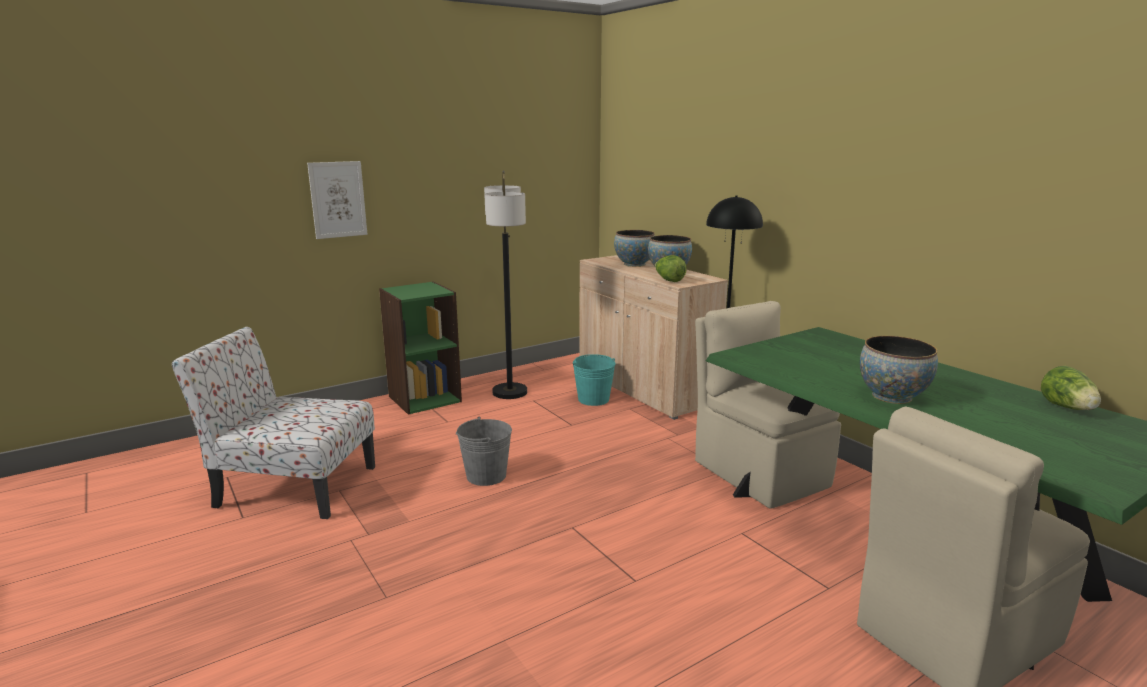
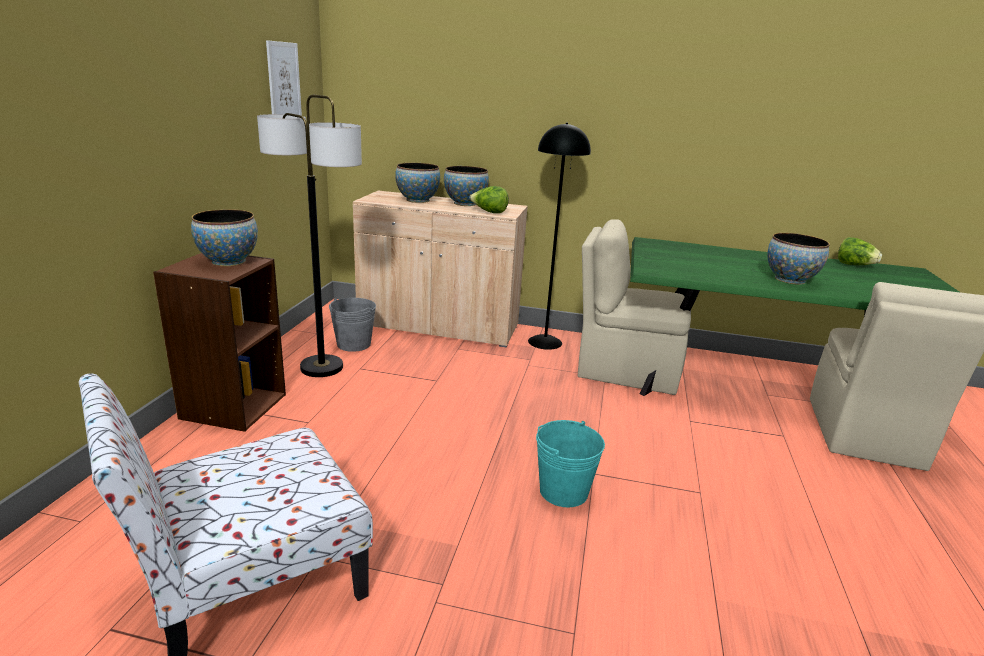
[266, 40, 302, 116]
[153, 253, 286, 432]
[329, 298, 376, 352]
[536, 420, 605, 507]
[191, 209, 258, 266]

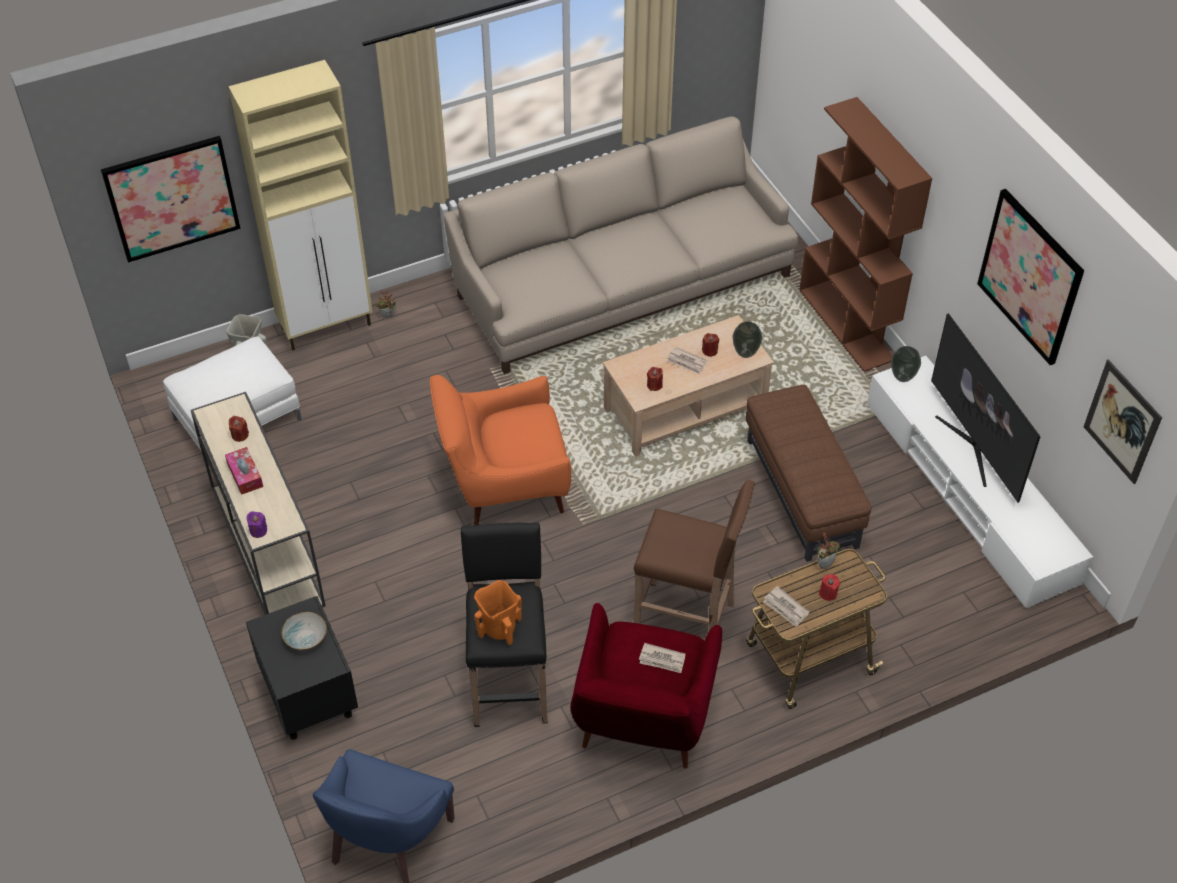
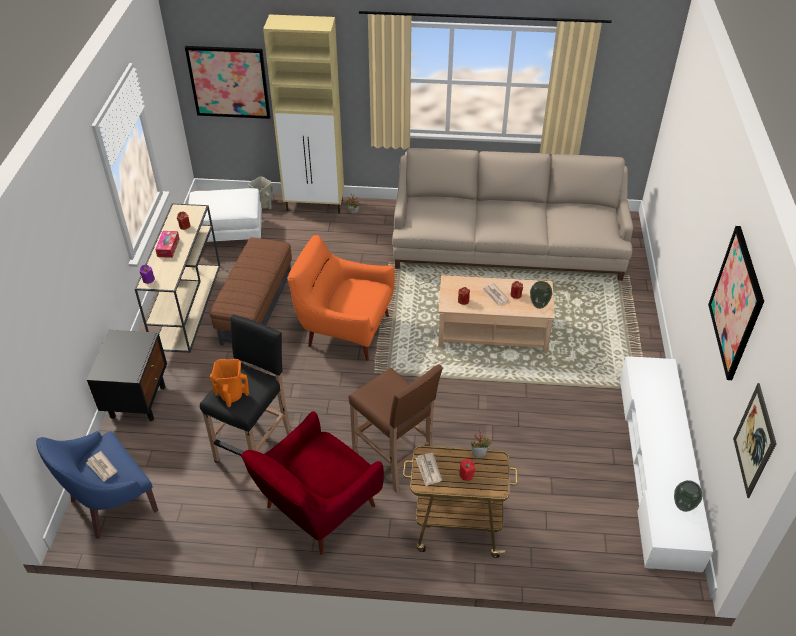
[282, 612, 327, 650] (first image)
[86, 451, 117, 482]
[210, 238, 292, 346]
[799, 97, 932, 372] (first image)
[674, 480, 702, 512]
[931, 314, 1040, 503] (first image)

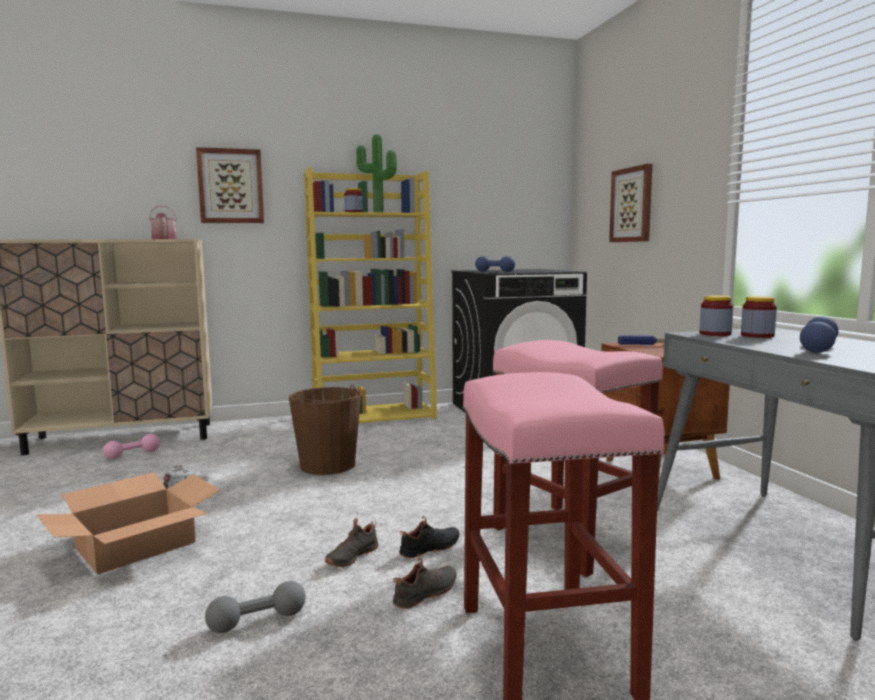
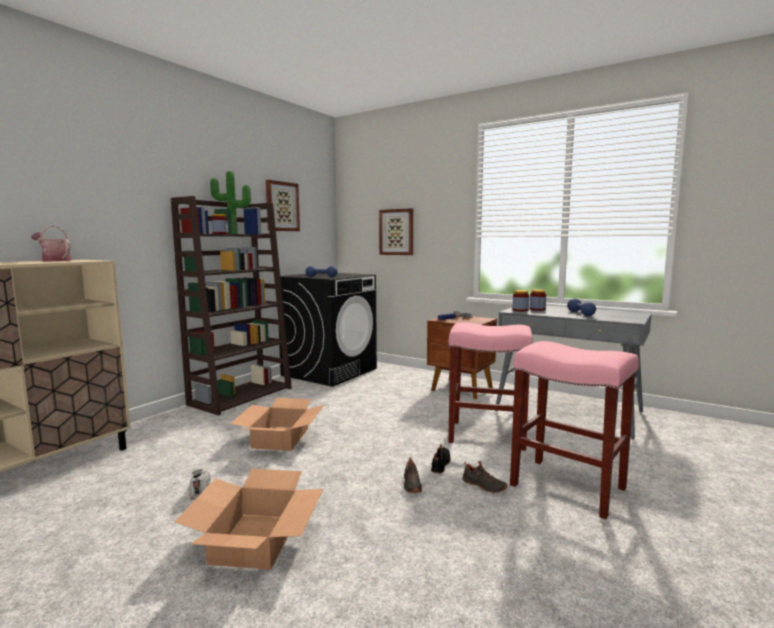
[103, 434, 160, 460] (first image)
[266, 180, 300, 231]
[205, 581, 306, 633] (first image)
[230, 398, 324, 451]
[171, 196, 292, 416]
[463, 461, 508, 493]

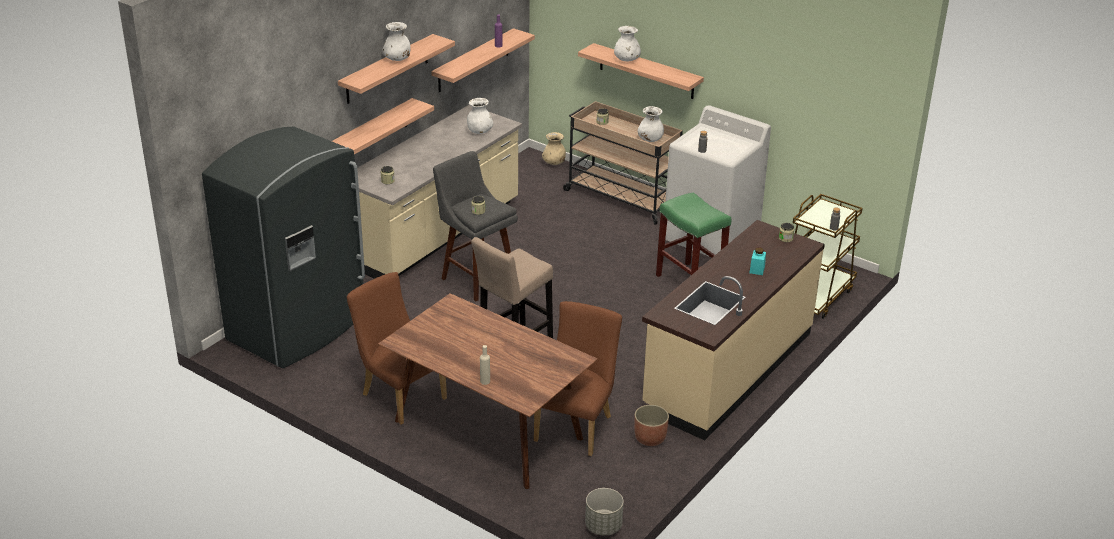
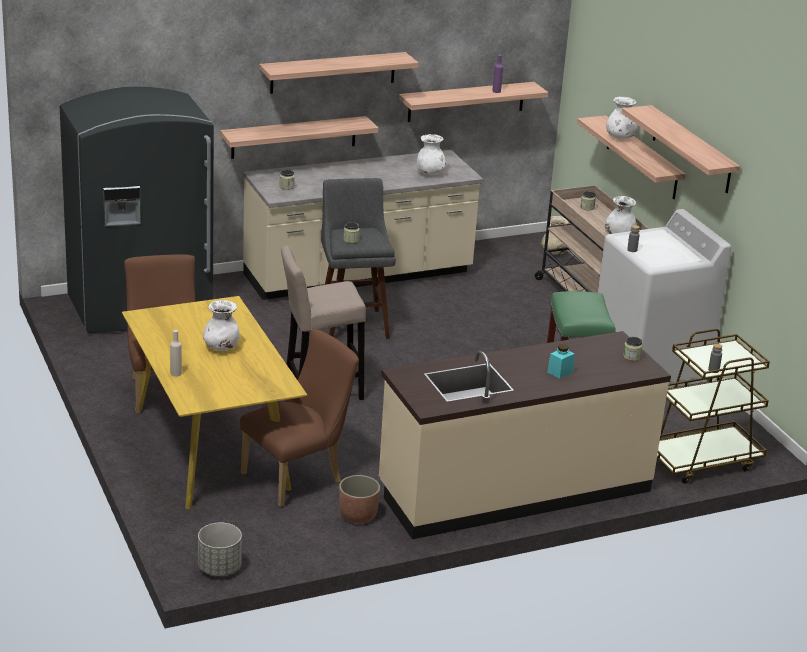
[122, 296, 307, 509]
[203, 300, 239, 351]
[622, 105, 740, 193]

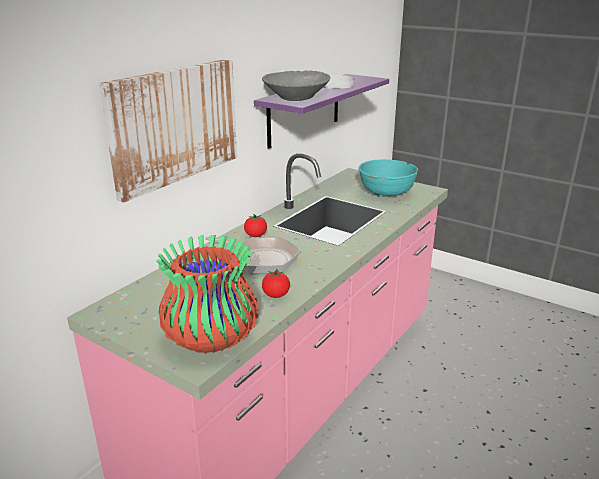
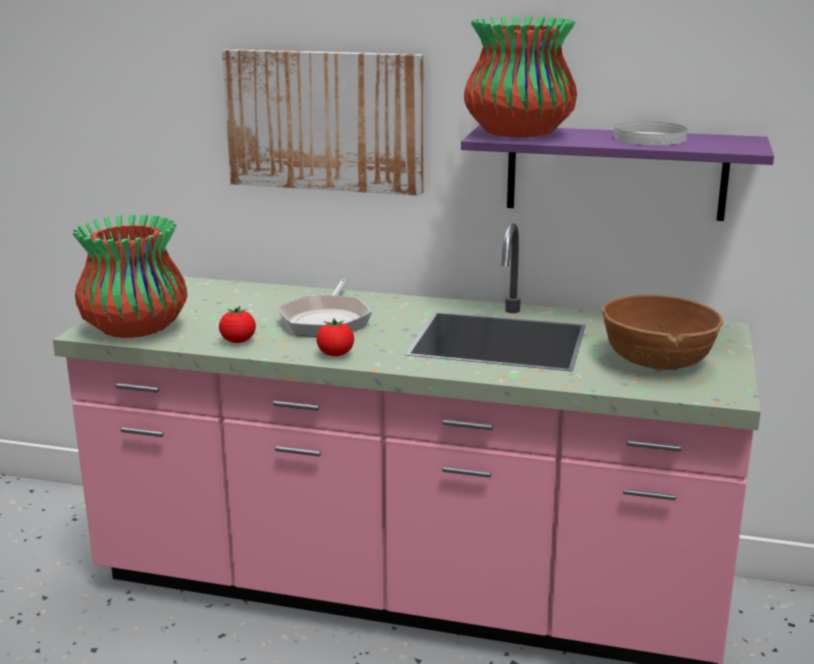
[316, 319, 354, 356]
[464, 17, 577, 137]
[601, 295, 723, 371]

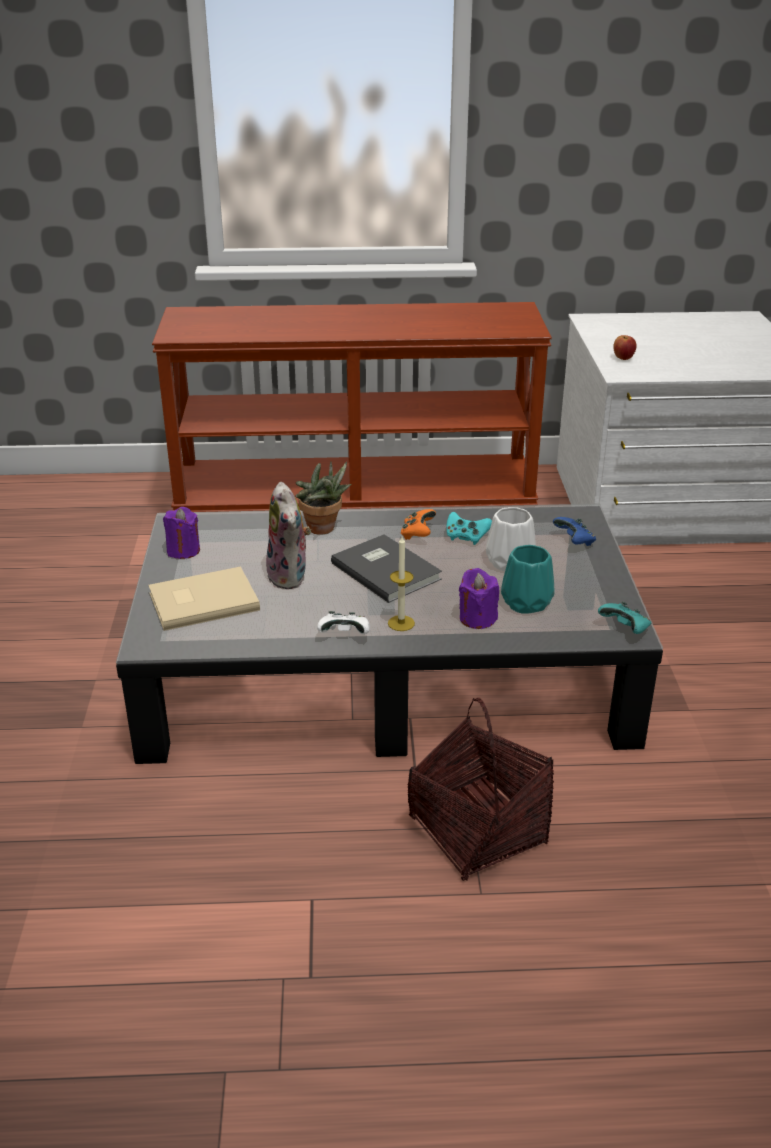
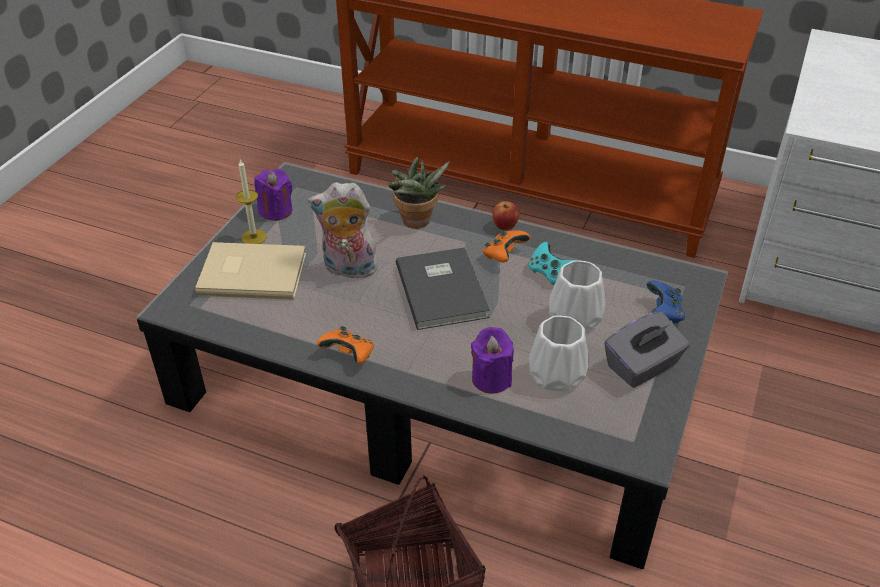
[308, 182, 383, 282]
[317, 326, 374, 364]
[236, 158, 267, 244]
[529, 315, 589, 392]
[598, 601, 651, 634] (first image)
[492, 201, 519, 230]
[604, 311, 690, 388]

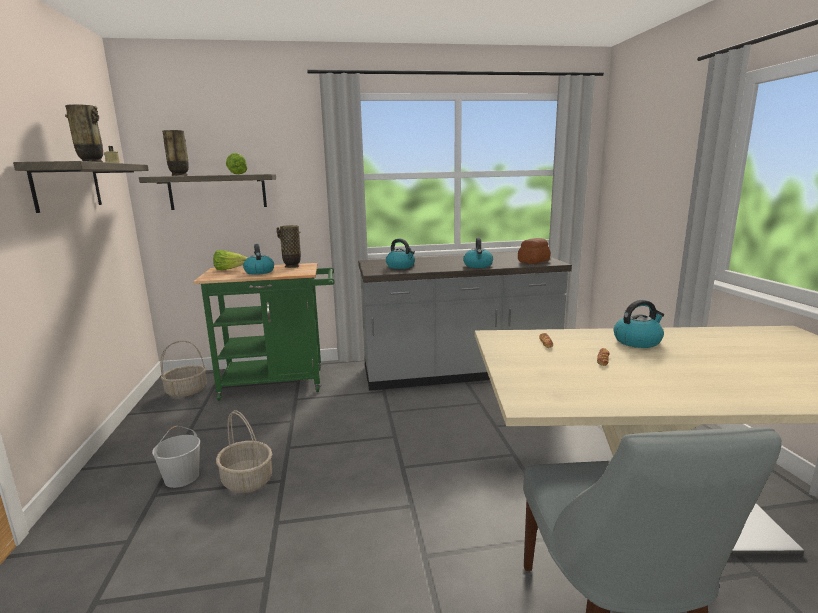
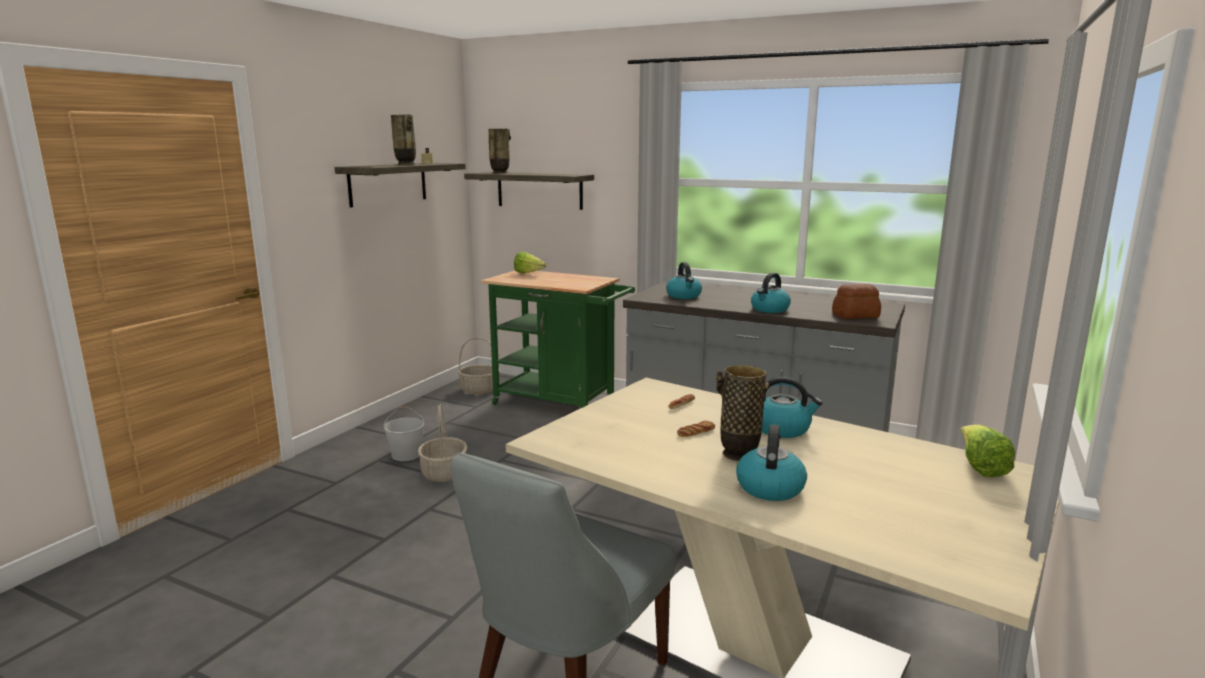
[960, 424, 1015, 478]
[736, 424, 807, 501]
[715, 365, 769, 461]

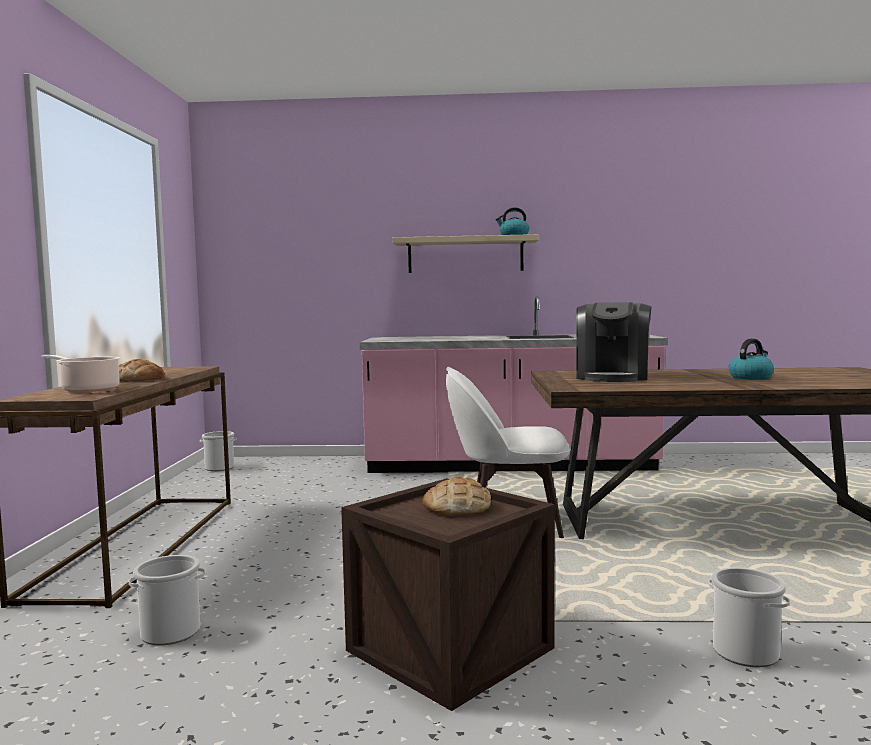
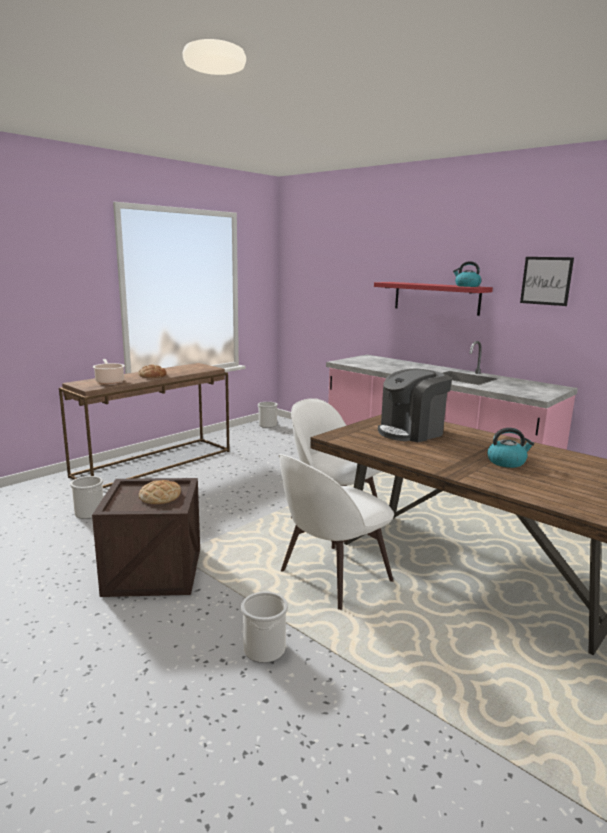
[374, 282, 493, 316]
[279, 454, 394, 610]
[520, 257, 574, 306]

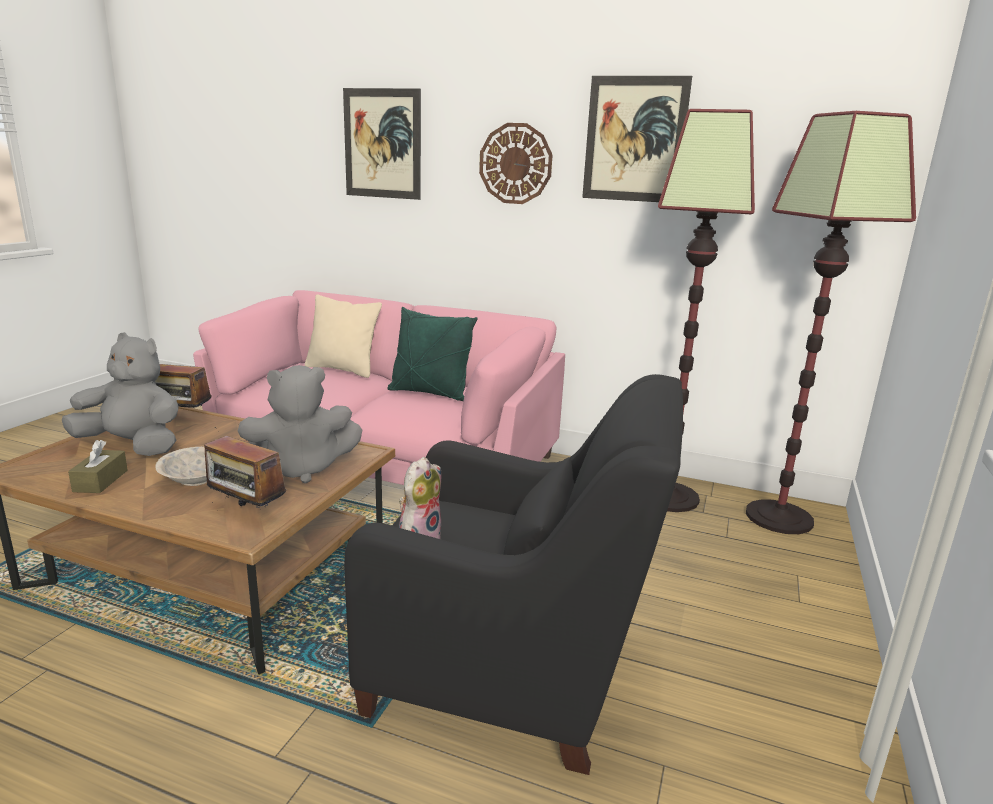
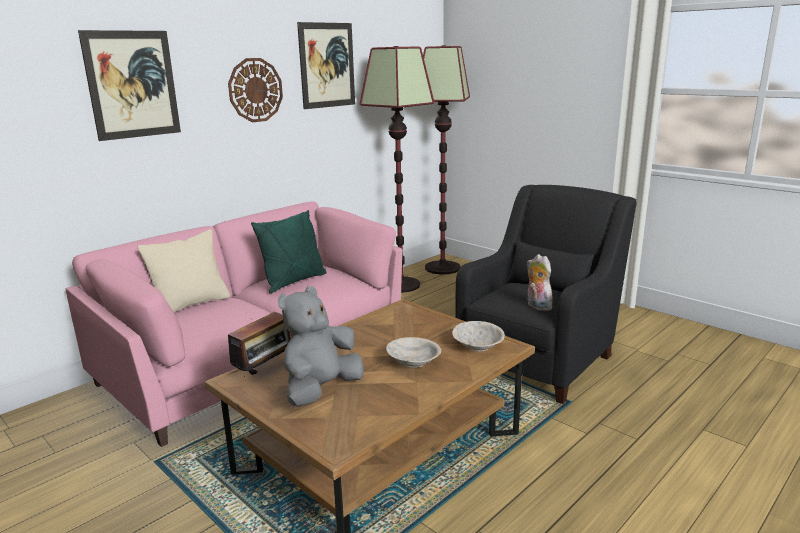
[68, 440, 128, 493] (first image)
[452, 321, 505, 352]
[238, 365, 362, 484] (first image)

